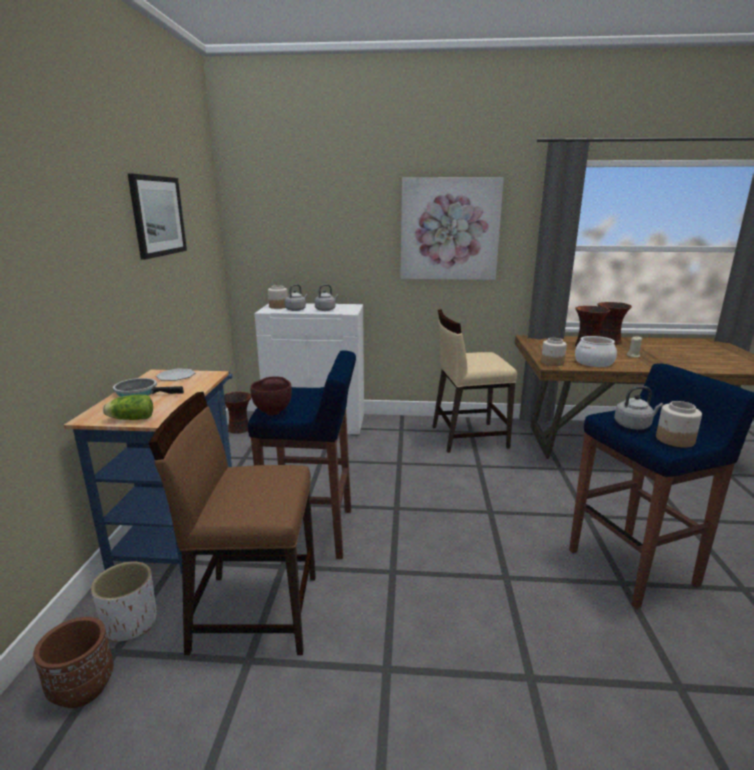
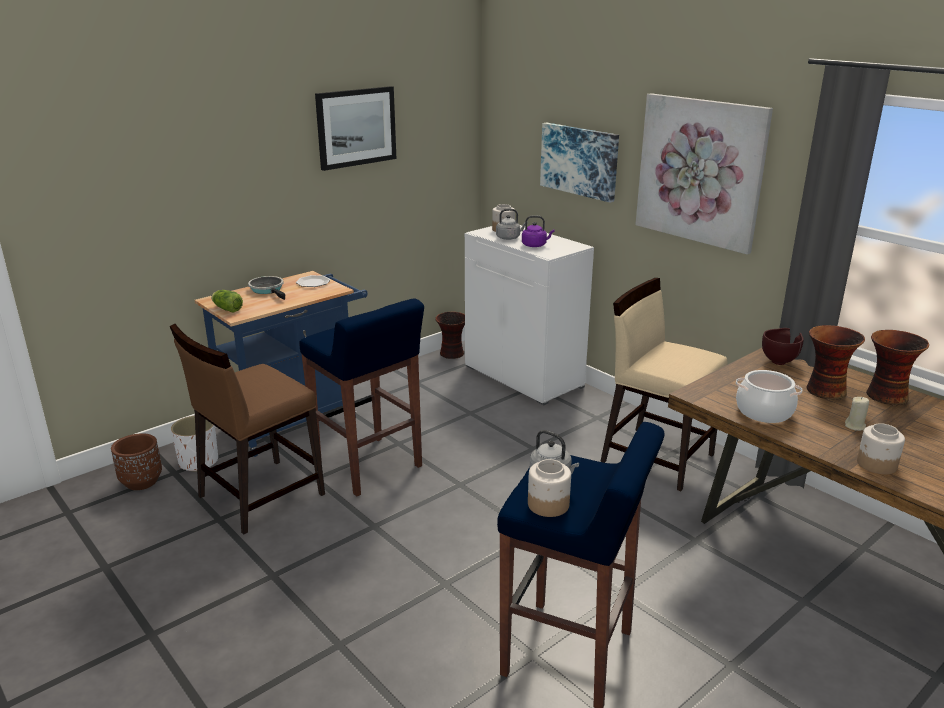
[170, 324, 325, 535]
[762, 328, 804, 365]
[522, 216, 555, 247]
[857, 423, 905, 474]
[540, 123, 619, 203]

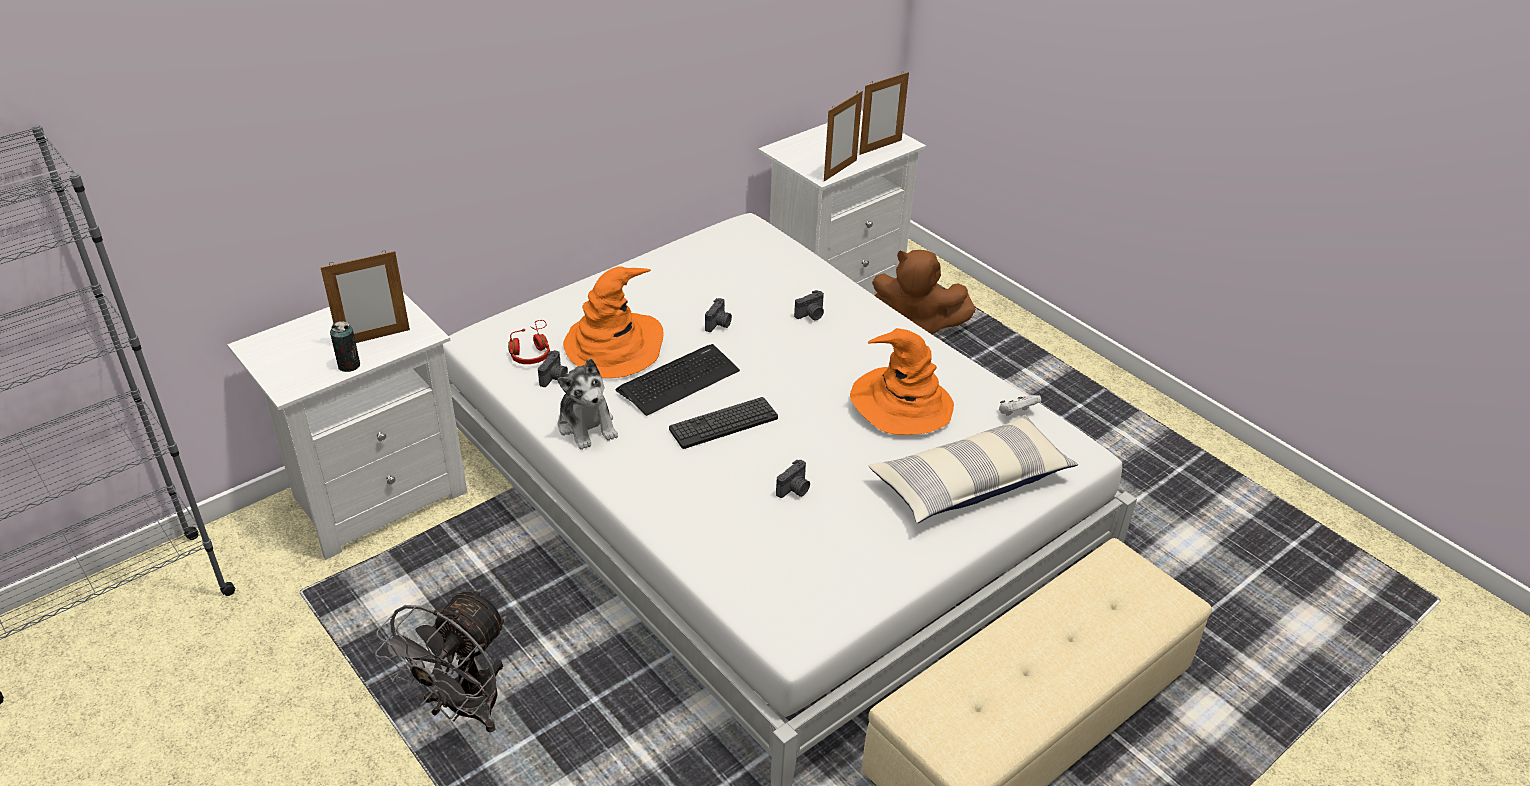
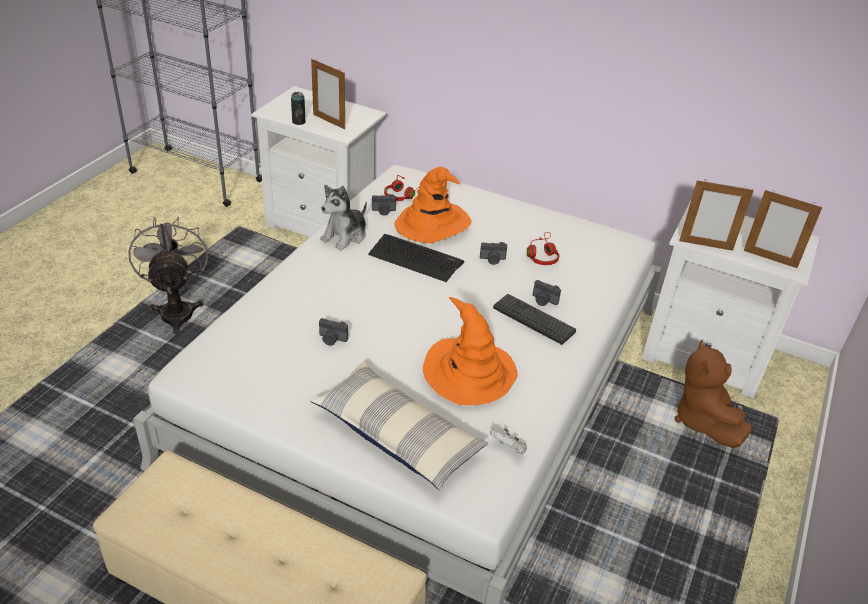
[128, 217, 208, 335]
[493, 294, 576, 345]
[527, 232, 560, 265]

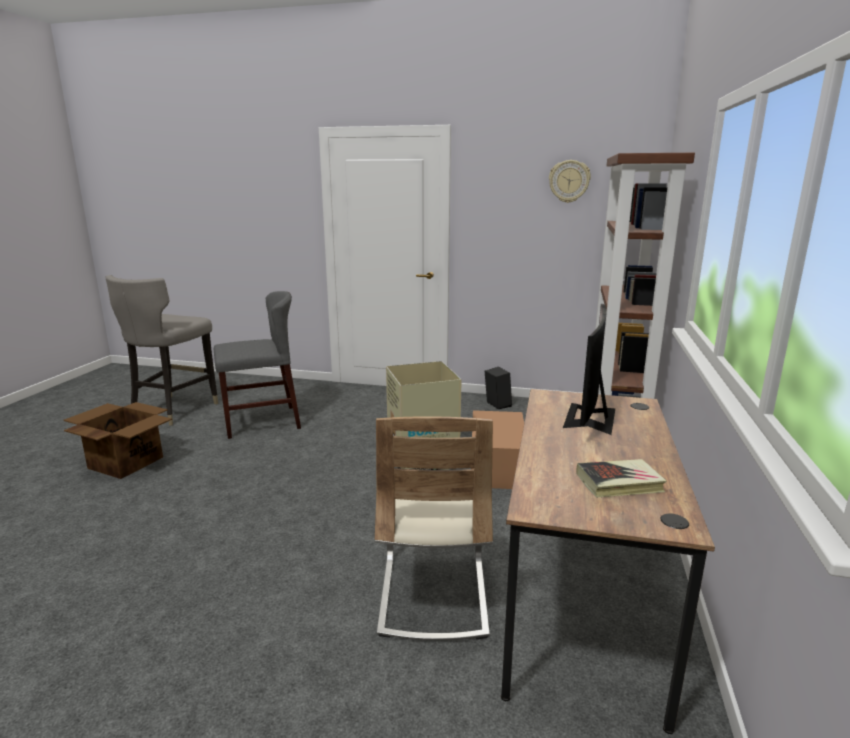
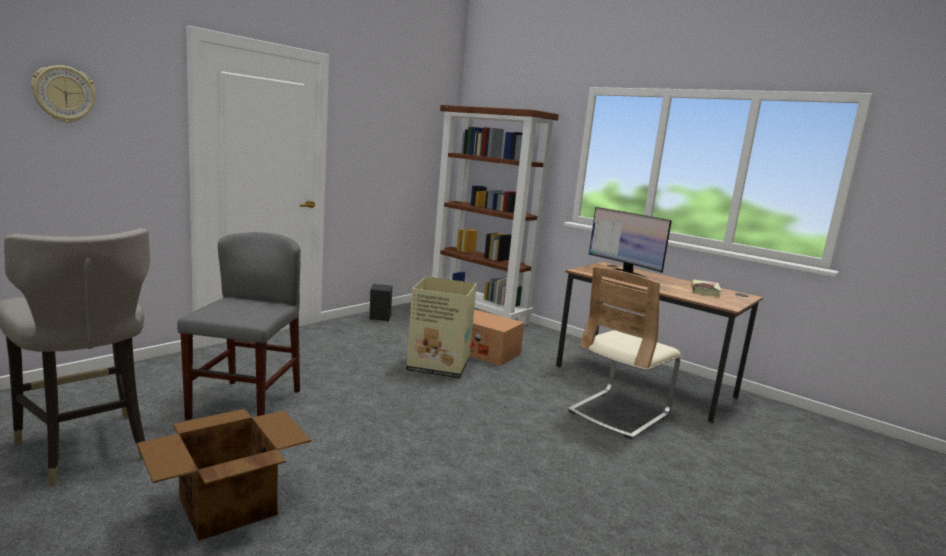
[568, 267, 681, 439]
[31, 65, 96, 123]

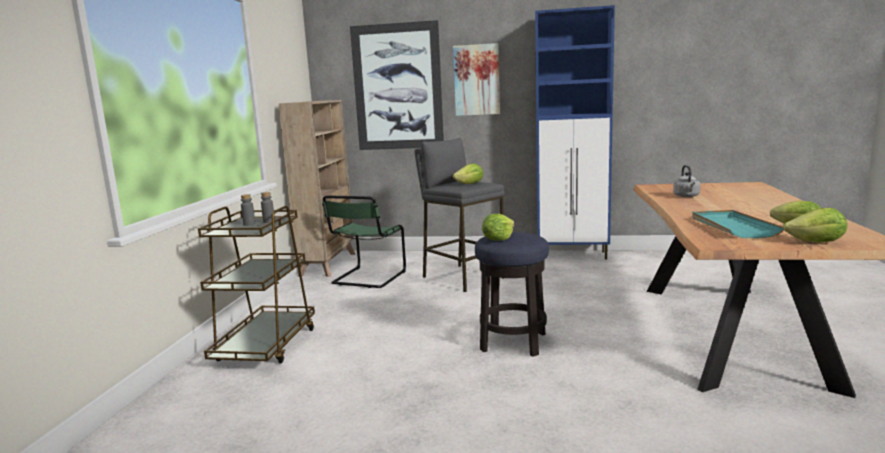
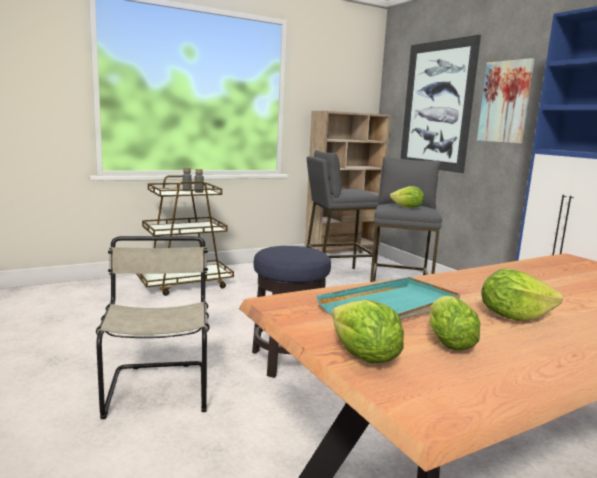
[307, 150, 379, 269]
[481, 268, 563, 321]
[673, 165, 701, 197] (first image)
[96, 236, 210, 419]

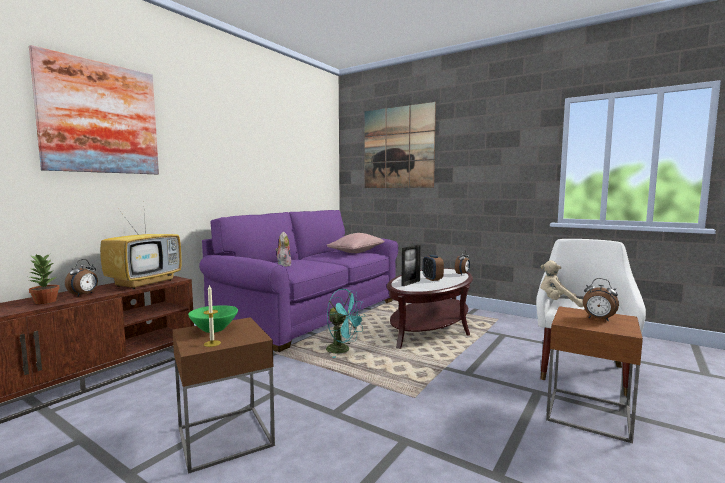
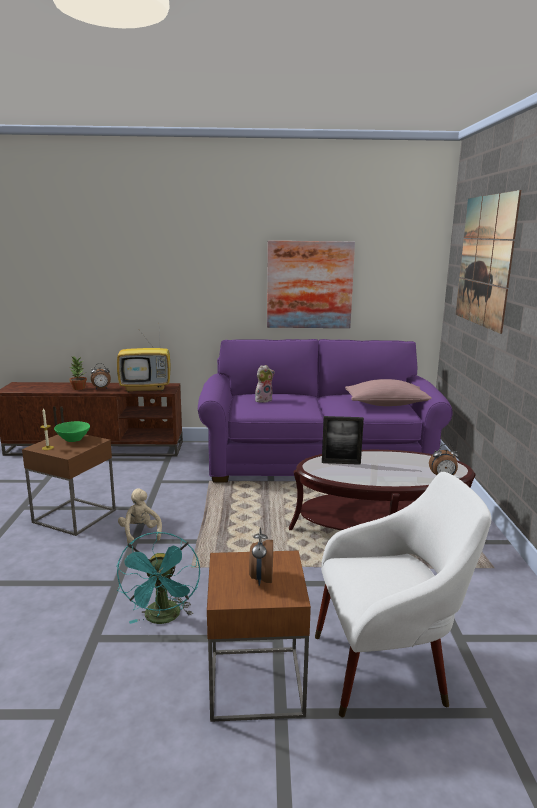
[267, 241, 355, 328]
[117, 532, 200, 624]
[423, 255, 444, 281] (first image)
[118, 488, 162, 544]

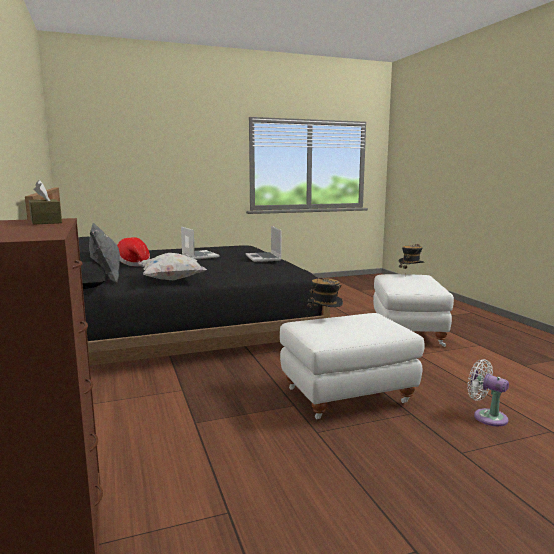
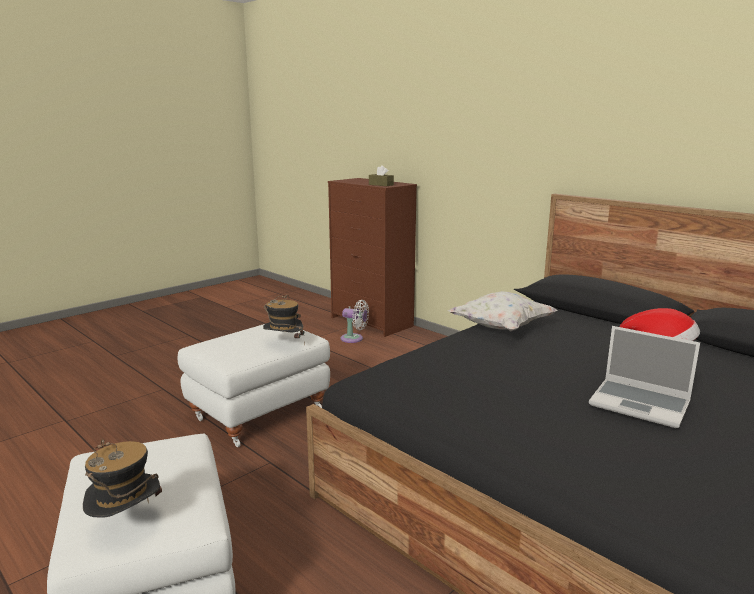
[89, 223, 120, 283] (first image)
[246, 226, 282, 262] (first image)
[341, 300, 369, 343]

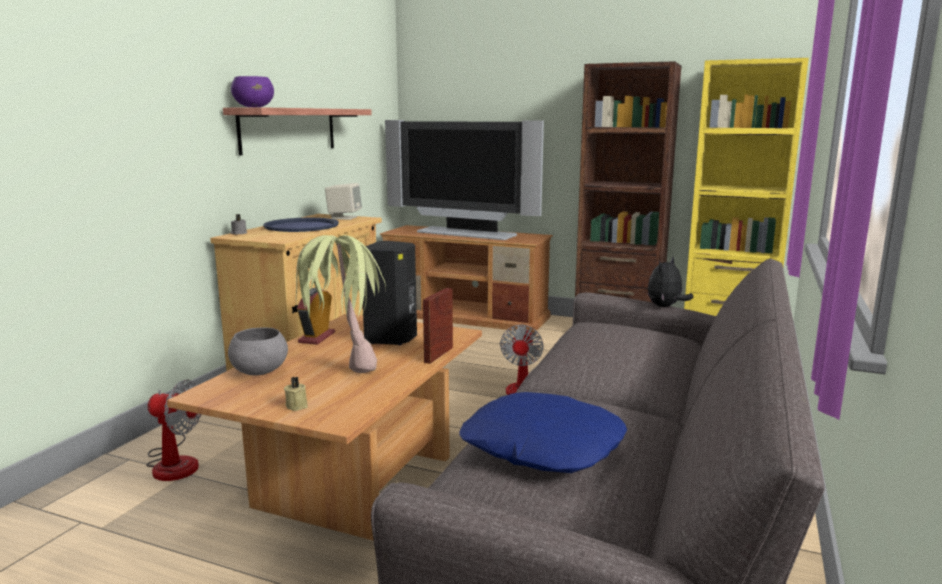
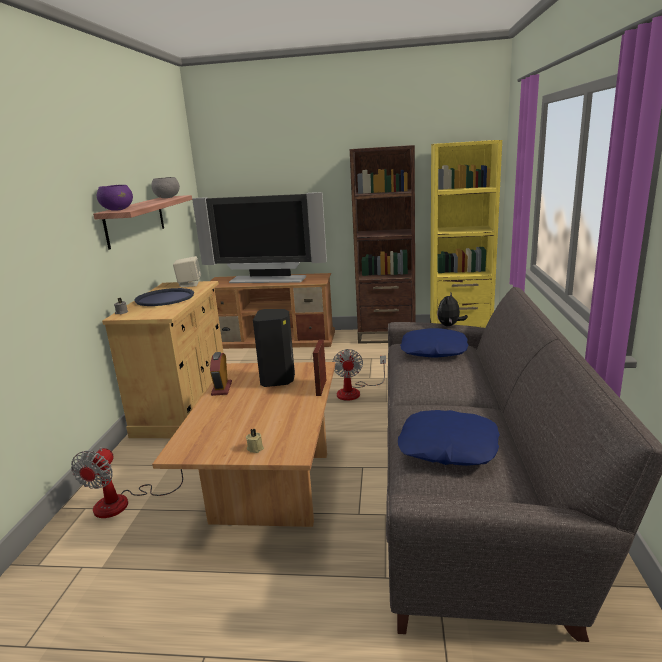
[71, 447, 183, 518]
[151, 177, 180, 198]
[296, 235, 386, 373] (first image)
[400, 328, 468, 358]

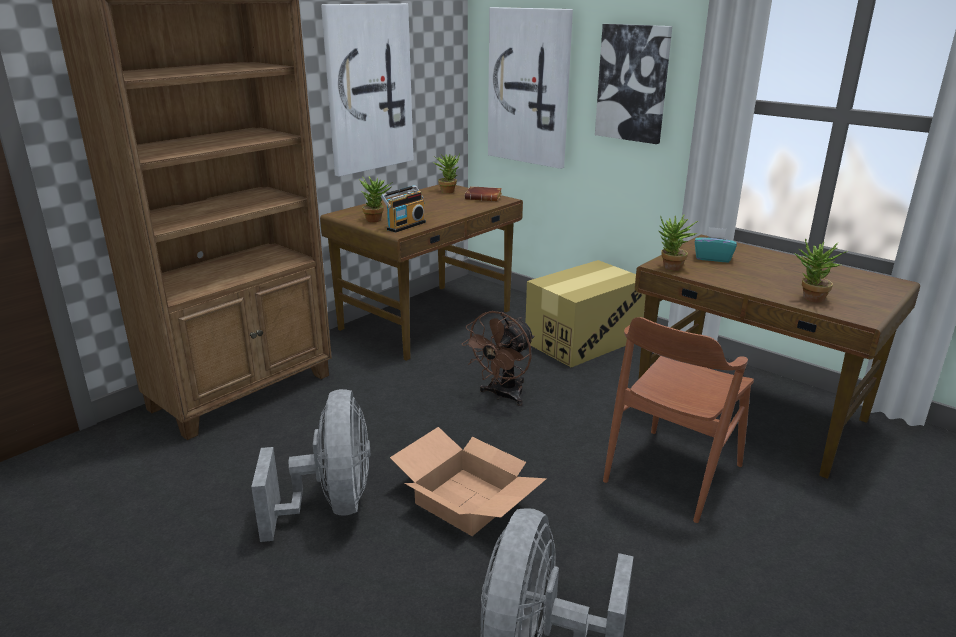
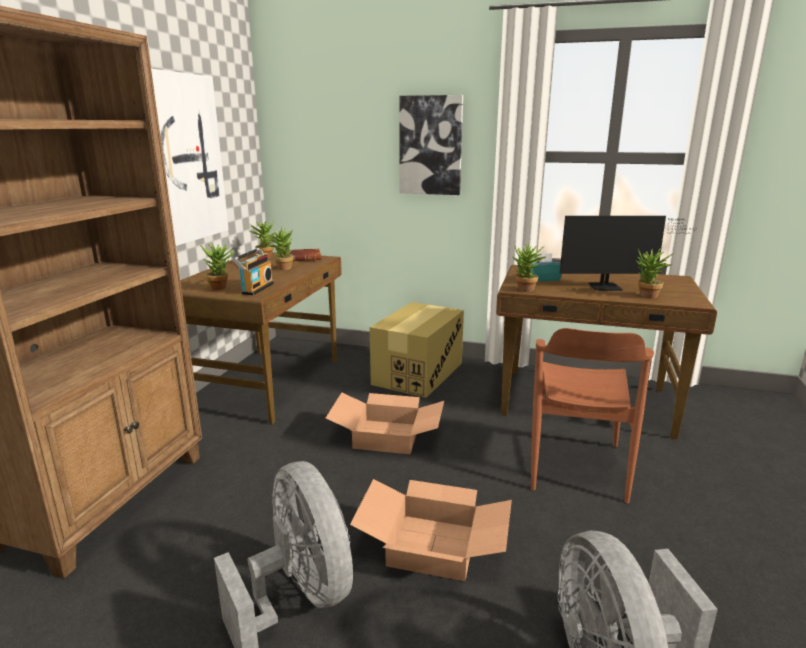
[326, 392, 444, 454]
[488, 7, 573, 169] (first image)
[263, 227, 294, 270]
[560, 216, 696, 291]

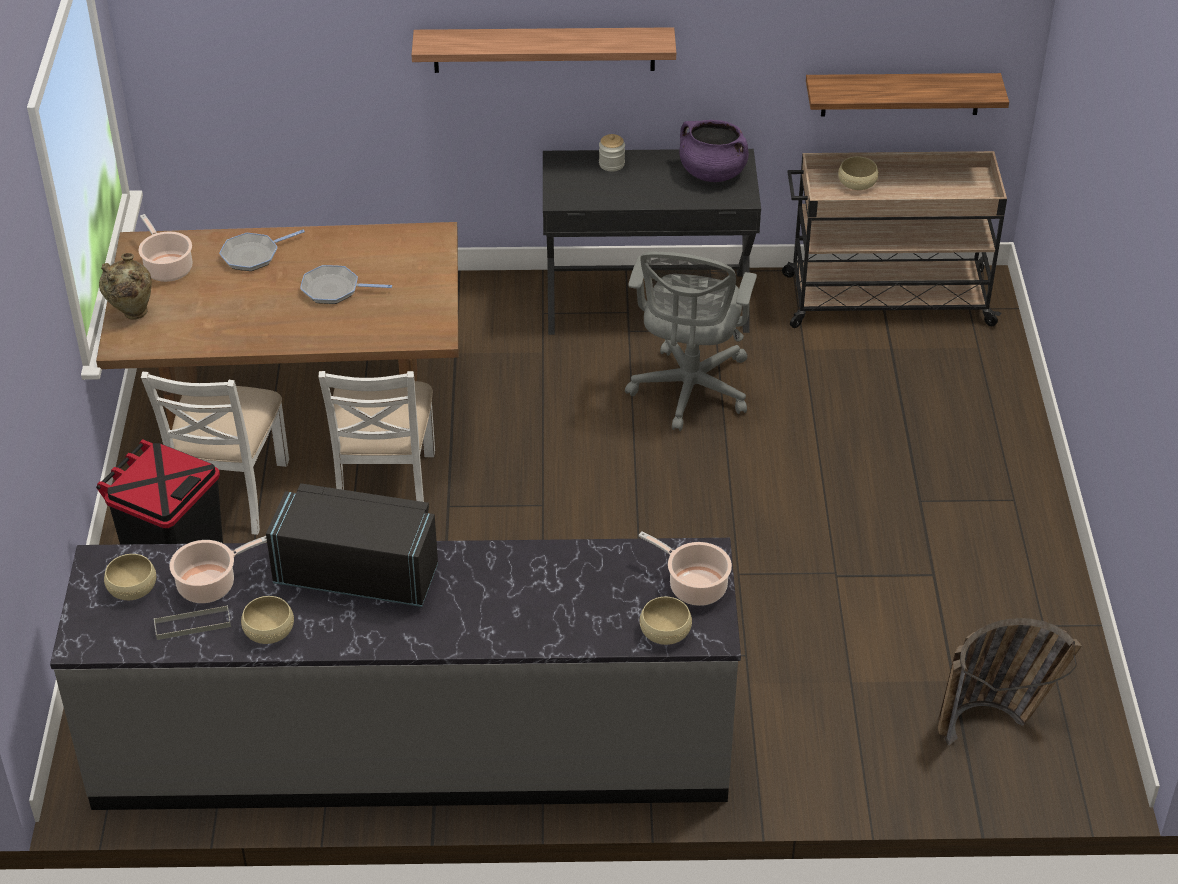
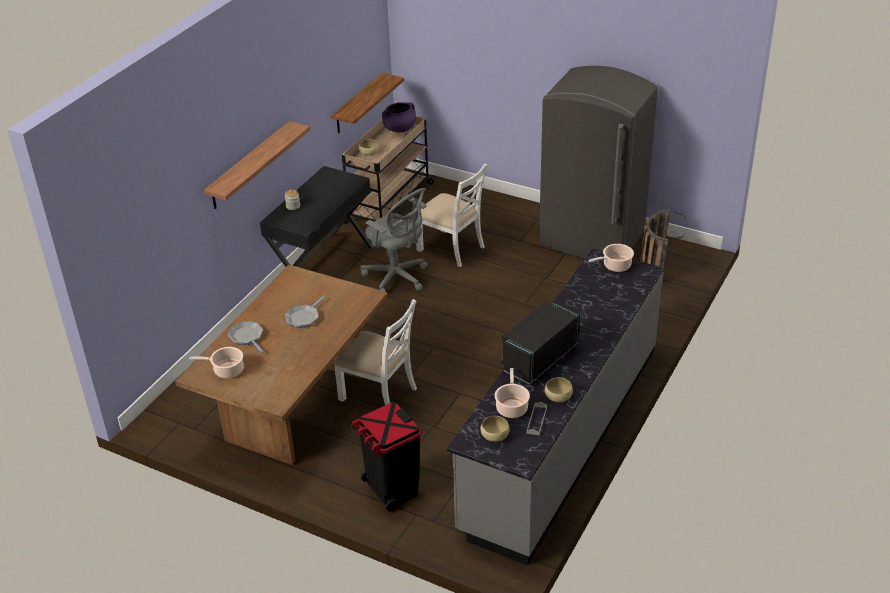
[99, 253, 152, 320] (first image)
[416, 163, 488, 267]
[228, 321, 263, 353]
[640, 597, 692, 645] (first image)
[382, 102, 416, 132]
[539, 66, 658, 259]

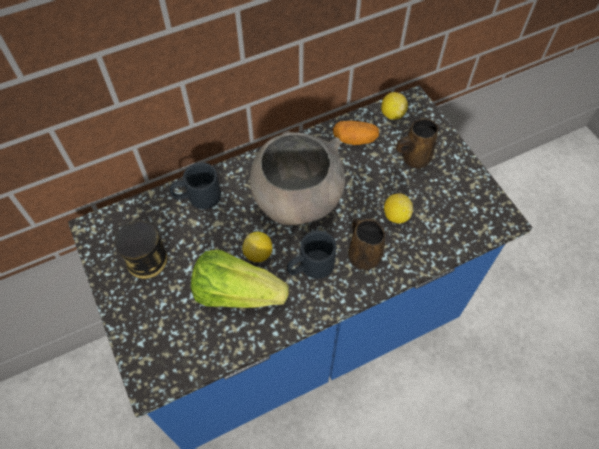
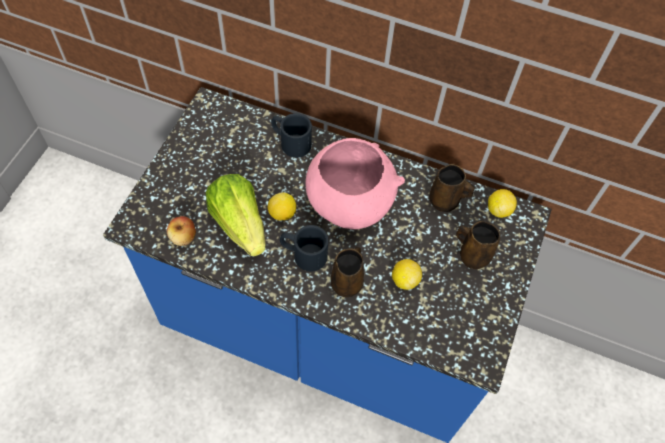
[114, 220, 167, 279] (first image)
[305, 138, 405, 229]
[429, 164, 474, 212]
[167, 216, 196, 246]

